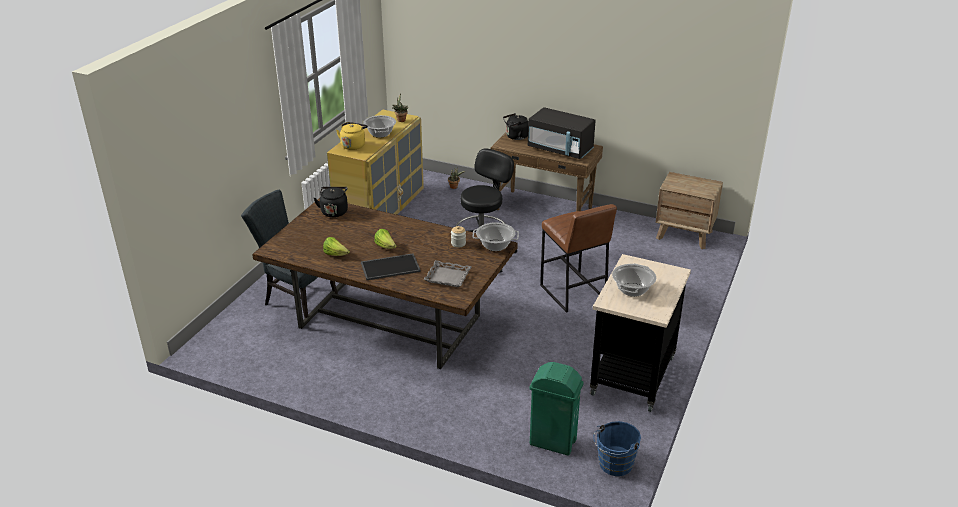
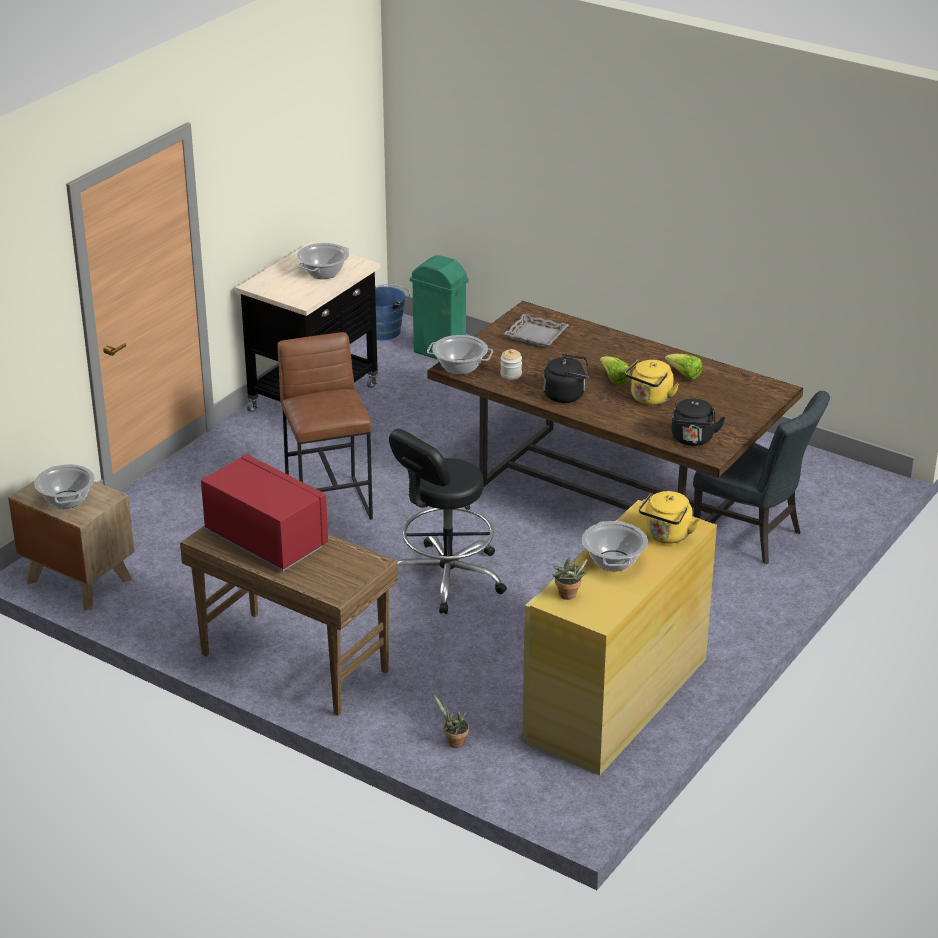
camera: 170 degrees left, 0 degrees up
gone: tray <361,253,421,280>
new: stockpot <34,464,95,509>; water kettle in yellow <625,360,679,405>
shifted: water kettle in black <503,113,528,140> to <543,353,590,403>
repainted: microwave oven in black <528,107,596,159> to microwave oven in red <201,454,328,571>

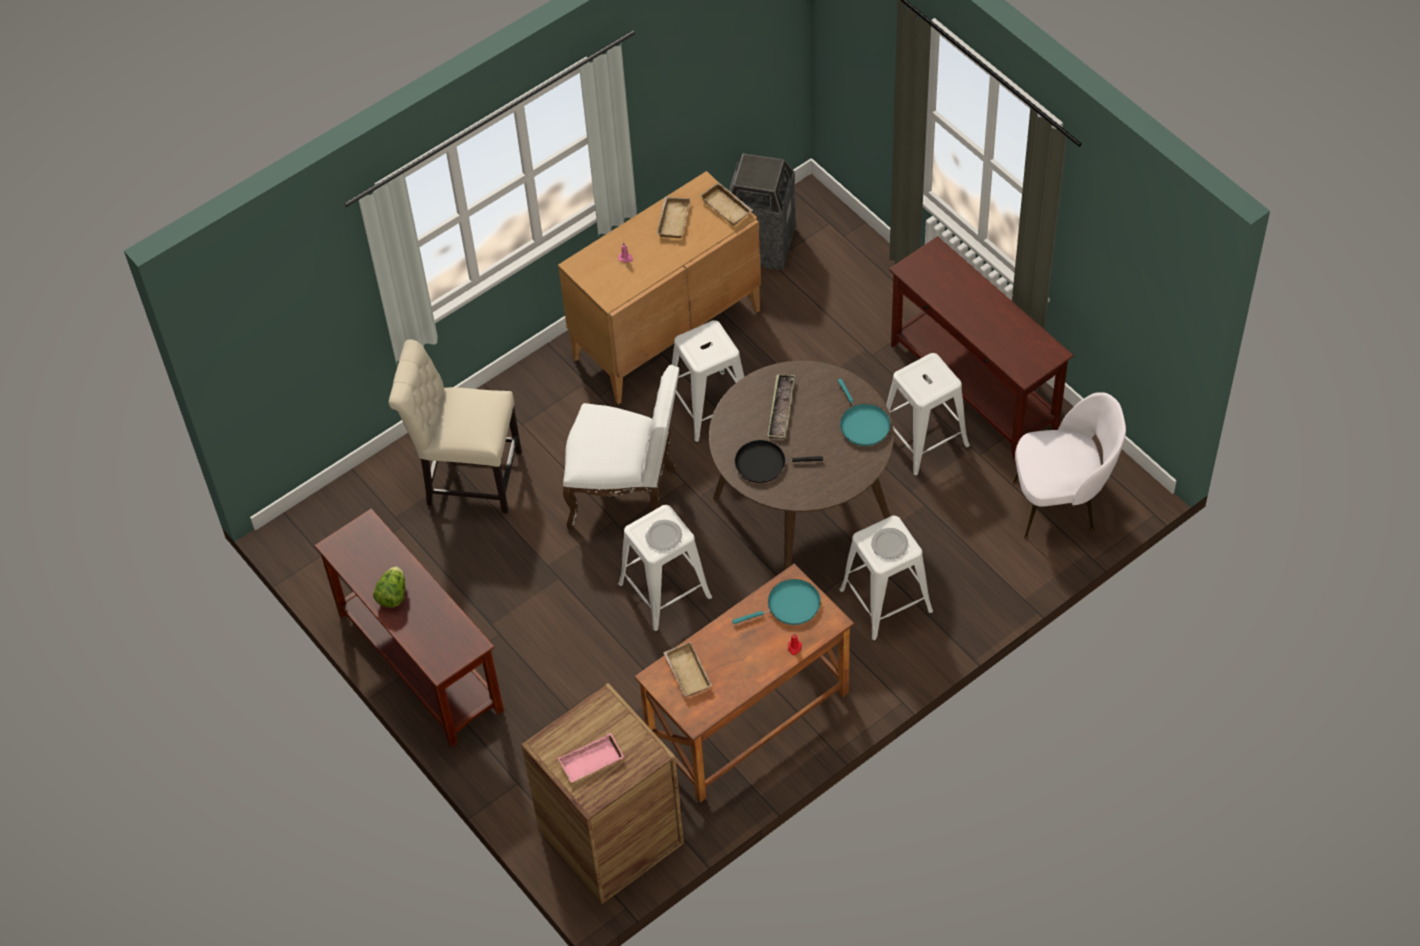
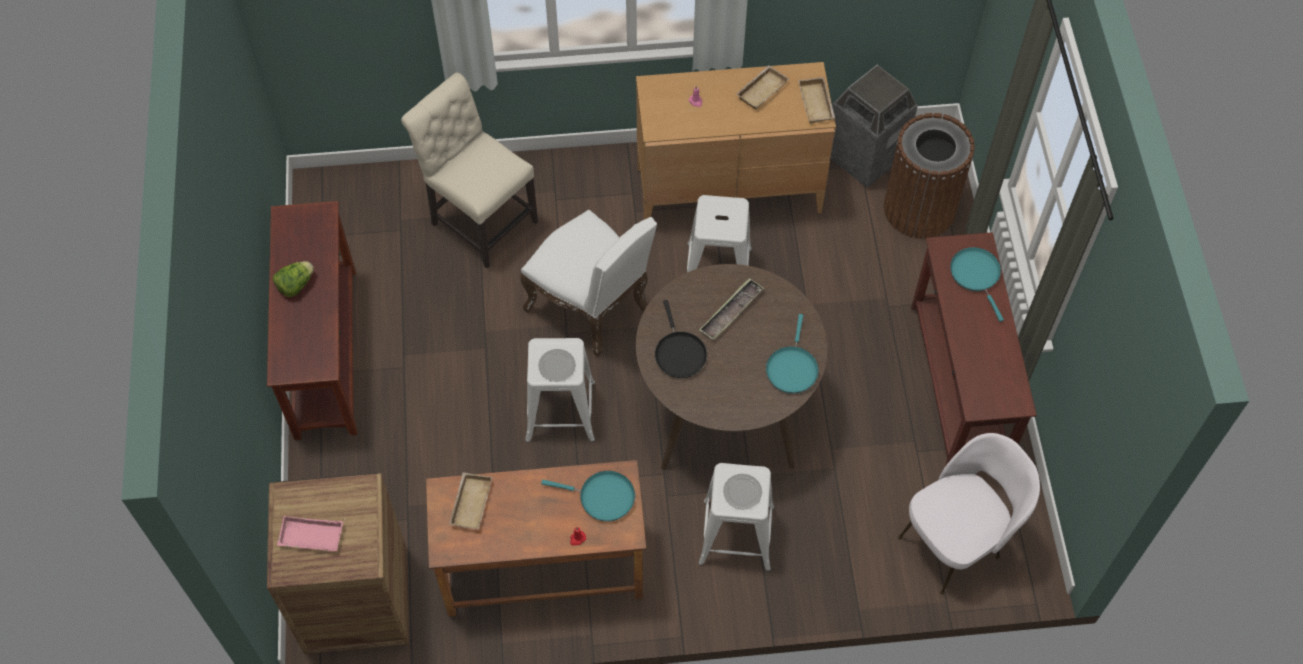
camera: 30 degrees right, 5 degrees up
gone: sitting stool in white-coloured <886,353,970,476>
new: waste bin in brownish <884,113,975,239>; pan in blue-green <950,247,1004,322>
rotated: pan in black <735,440,823,483> = <655,300,707,378> 135 degrees counterclockwise; chair in white-coloured <1013,392,1126,538> = <898,433,1040,594> 60 degrees counterclockwise

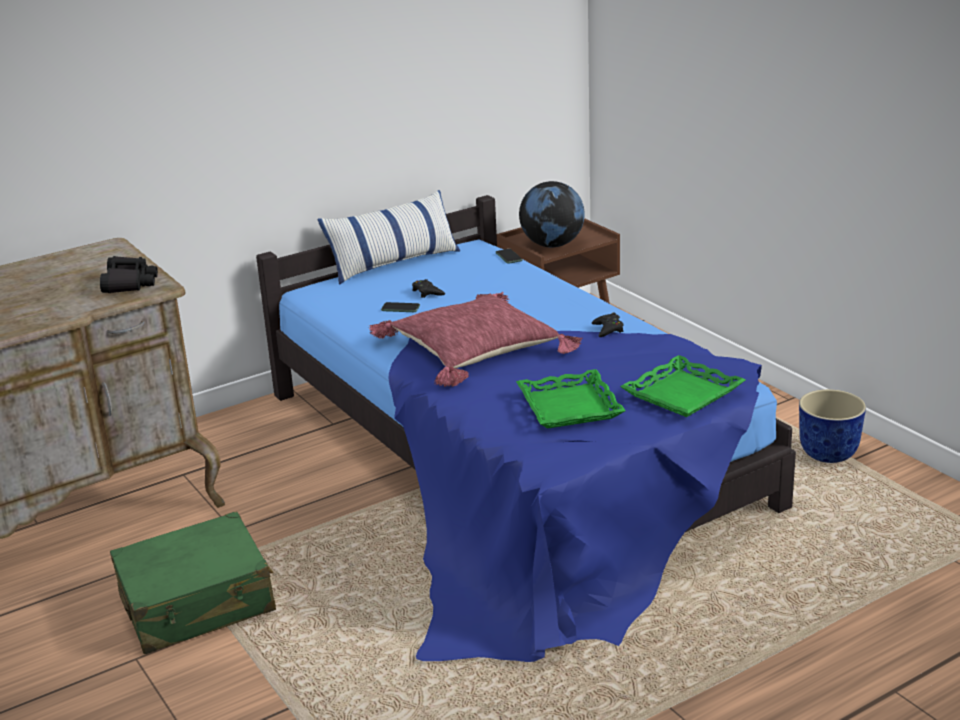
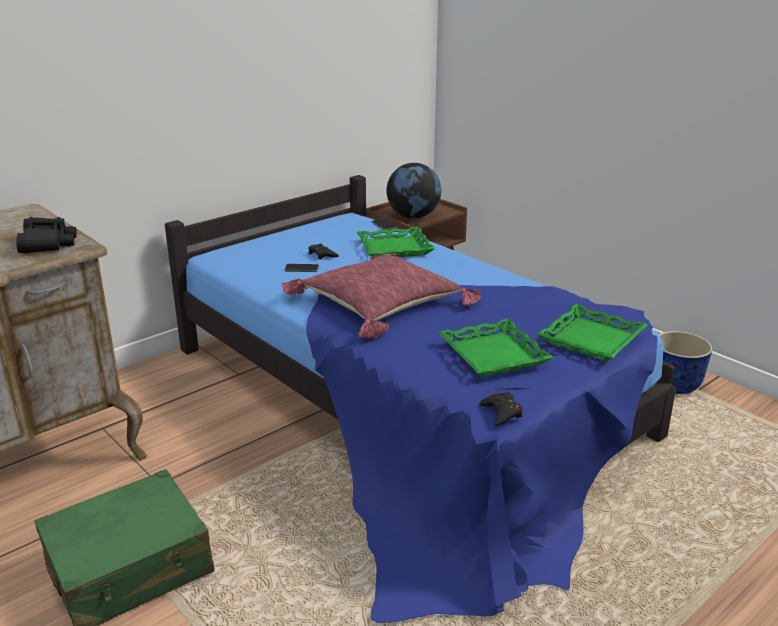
camera: 10 degrees left, 0 degrees up
gone: throw pillow <317,190,460,285>
new: tray in greenish <357,227,435,257>
shifted: joypad in black <592,313,624,337> to <479,392,523,426>

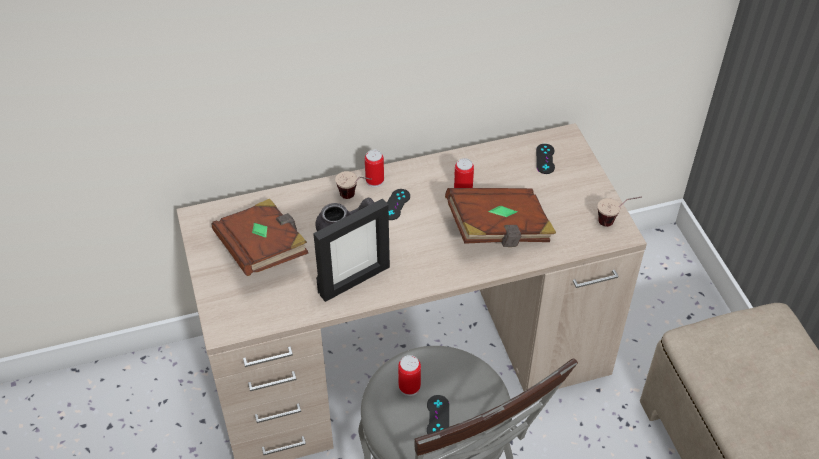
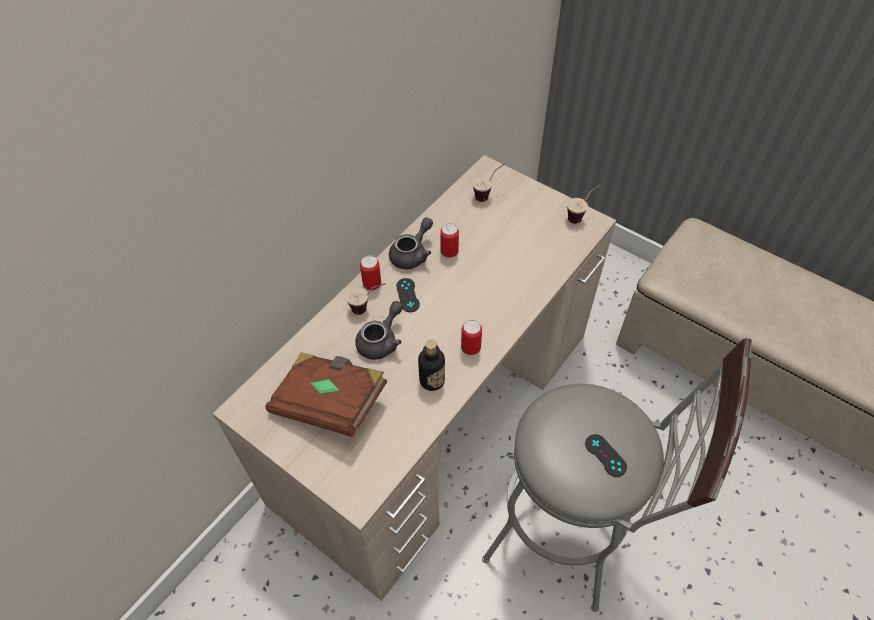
camera: 35 degrees left, 5 degrees up
gone: book in brownish <445,188,556,247>
new: pot for tea in gray <389,217,433,269>
shifted: sealed can <398,355,421,396> to <461,320,482,356>
swapped: picture frame <313,199,390,302> to bottle <418,340,445,391>; joypad in black <536,144,555,174> to cup <473,163,505,202>

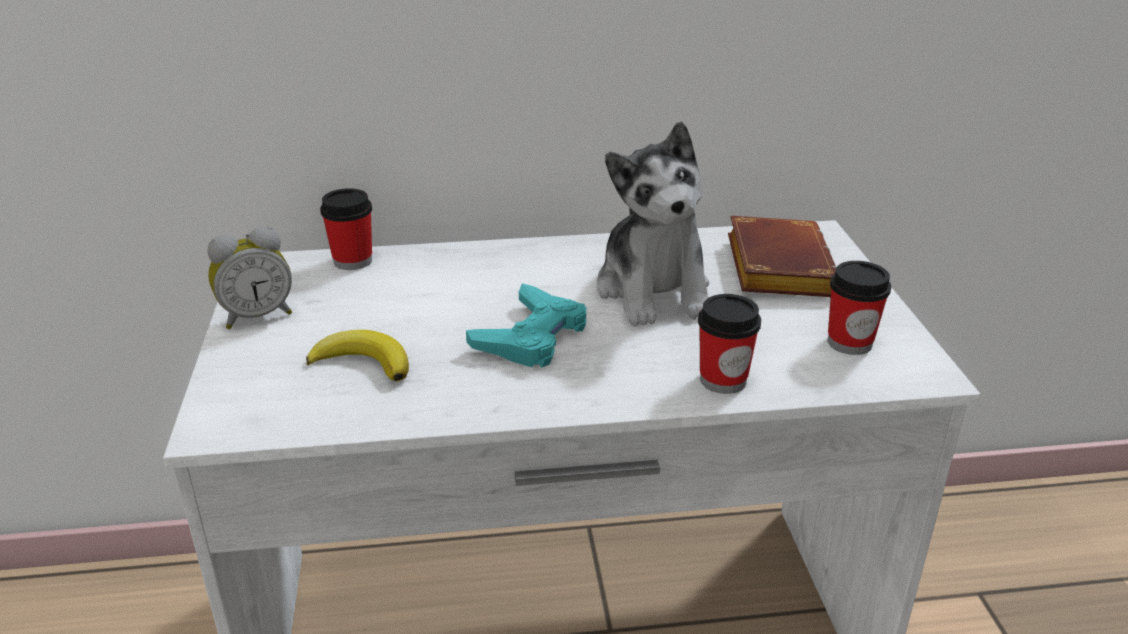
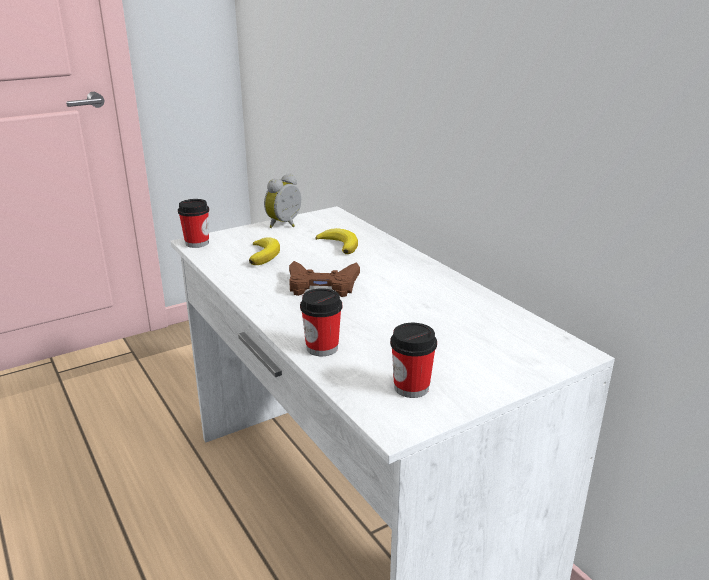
camera: 65 degrees right, 5 degrees down
gone: plush toy <597,121,709,326>; book in brownish <728,216,837,297>
new: whole banana <316,228,358,254>
shifted: cup <320,188,372,270> to <178,199,209,248>
repainted: joypad in blue-green <466,283,586,367> to joypad in brownish <289,261,360,297>
rotated: alarm clock <207,226,292,329> = <264,174,301,228> 90 degrees clockwise

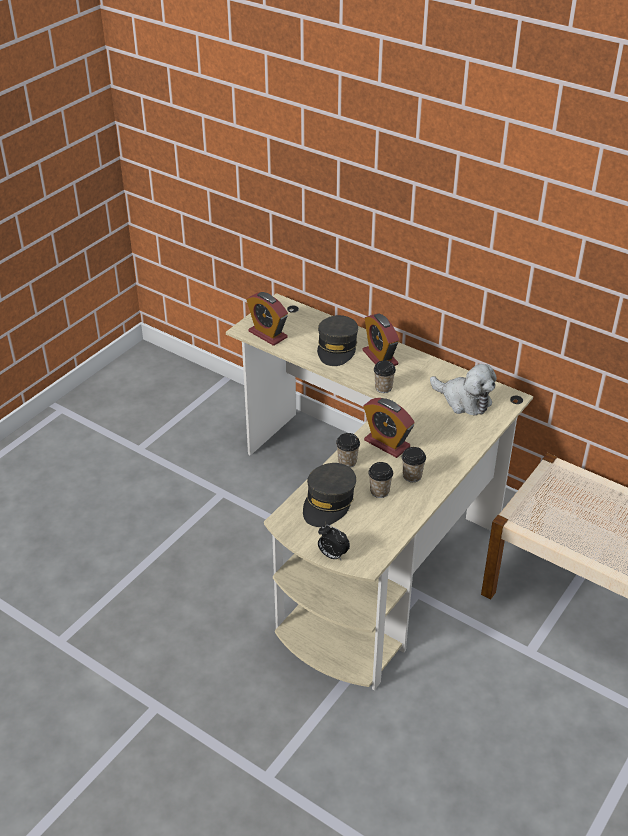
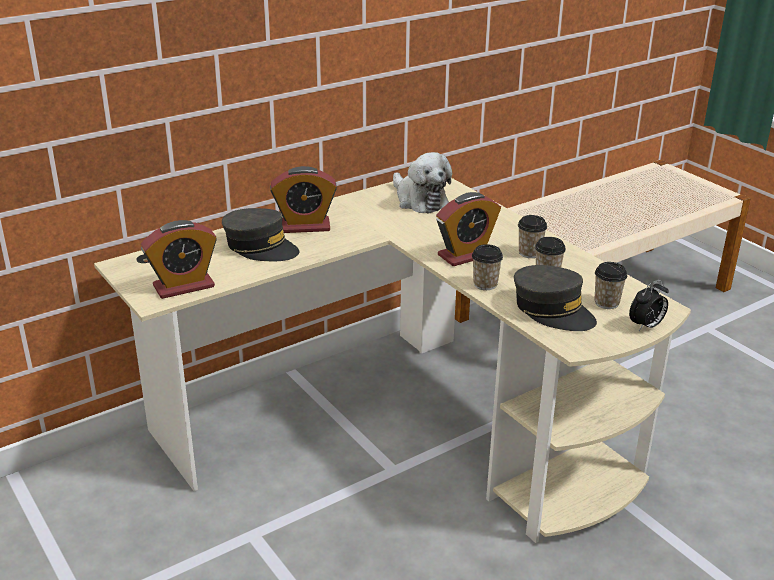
camera: 70 degrees left, 10 degrees down
shifted: cup <374,360,396,393> to <595,262,627,309>
rotated: plush toy <430,364,497,416> = <393,152,452,214> 90 degrees clockwise

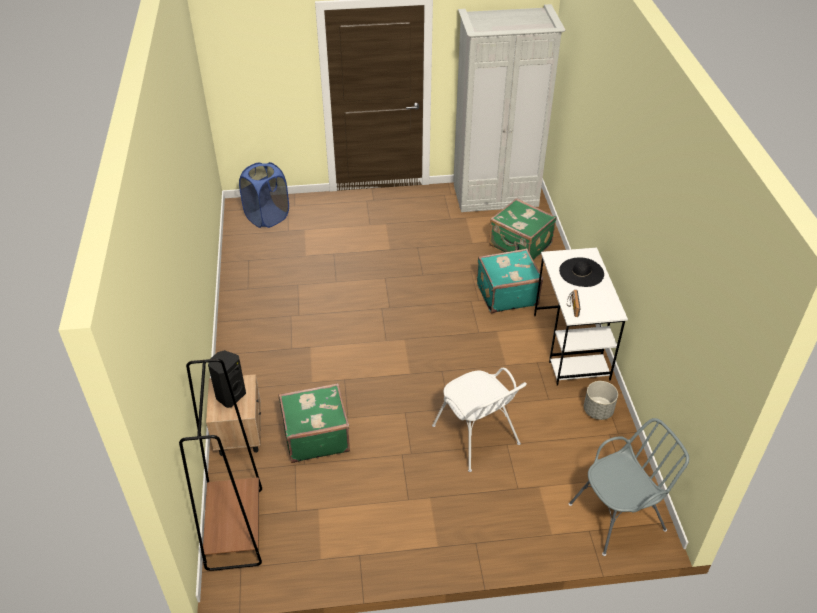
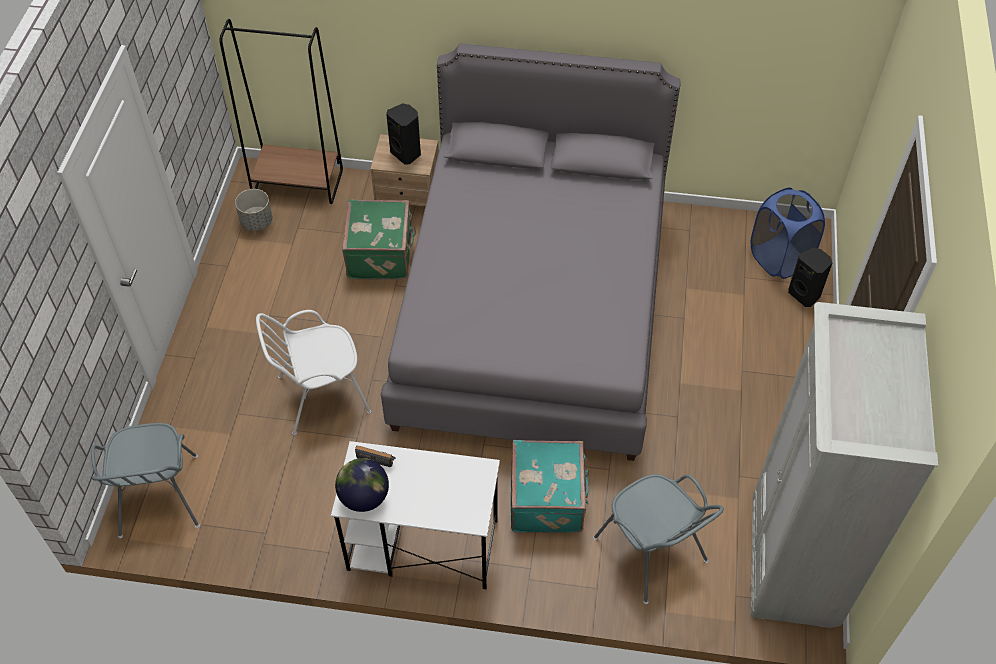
camera: 105 degrees right, 10 degrees up
gone: wearable hat in black <559,257,604,287>
new: desk globe <335,458,389,512>; sleeping bed in gray <381,44,681,461>; speaker in black <788,247,832,307>
shifted: plant pot in gray <584,381,618,420> to <235,189,273,231>
swapped: suitcase in greenish <489,198,557,260> to chair in gray <593,474,724,604>

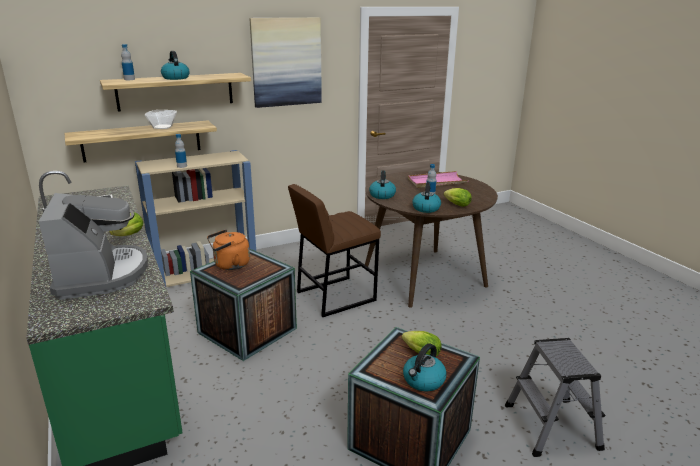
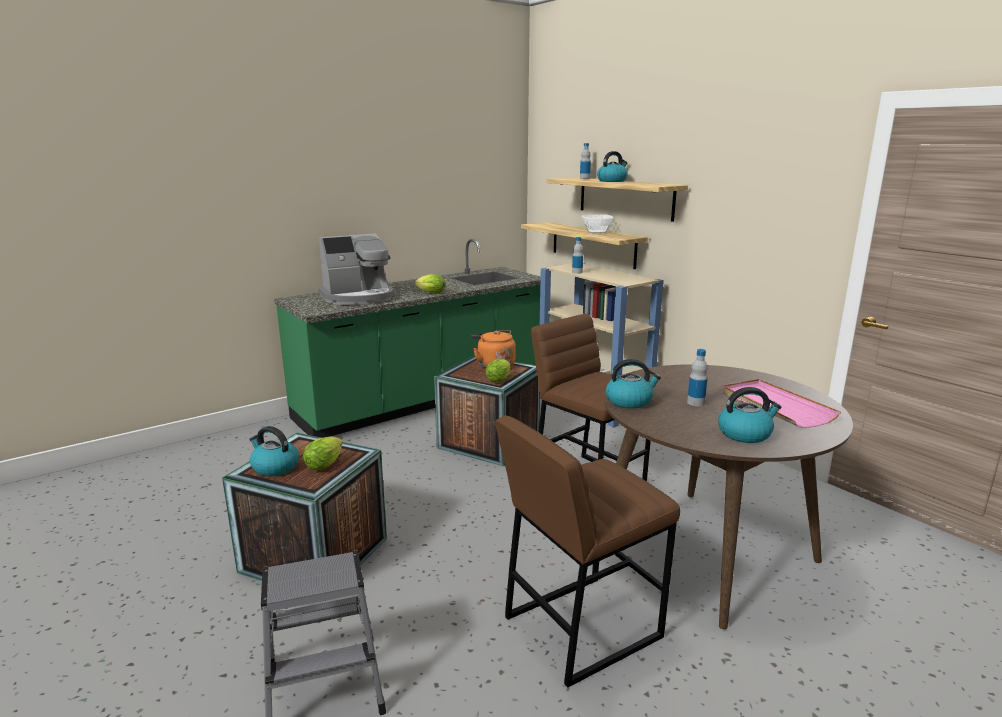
camera: 80 degrees right, 5 degrees down
gone: wall art <249,17,322,108>
new: chair in brownish <495,415,680,688>
shifted: water kettle <369,170,396,199> to <718,387,782,443>; head of lettuce <443,188,472,207> to <485,359,511,382>

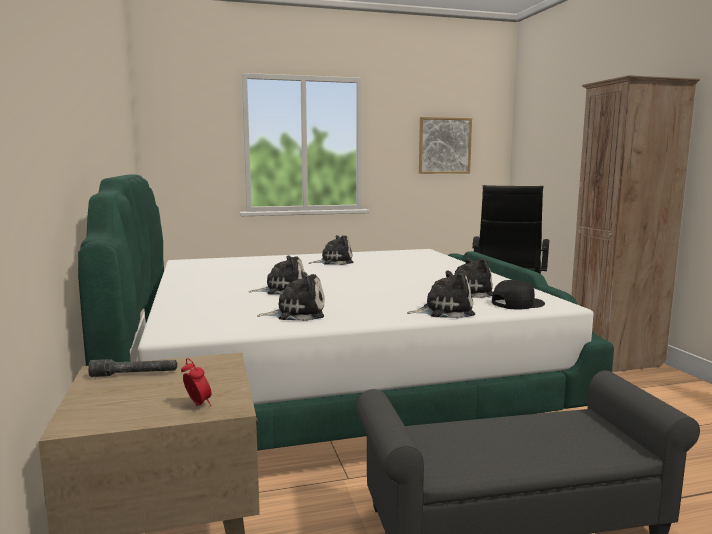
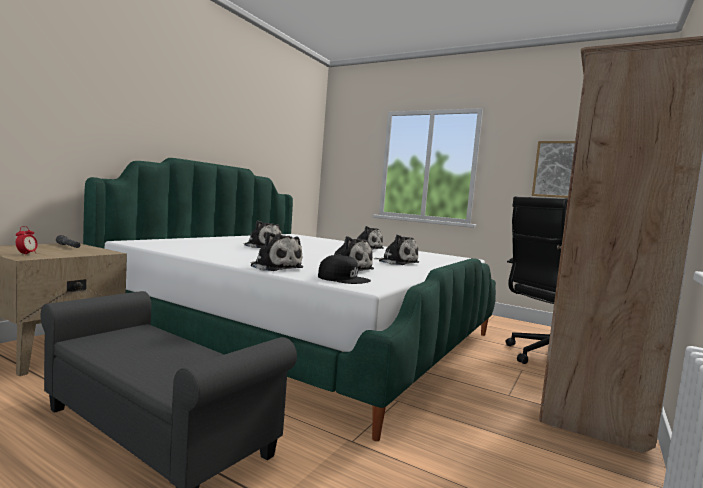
camera: 45 degrees right, 5 degrees down
shifted: plush toy <257,272,325,321> to <373,234,419,265>

